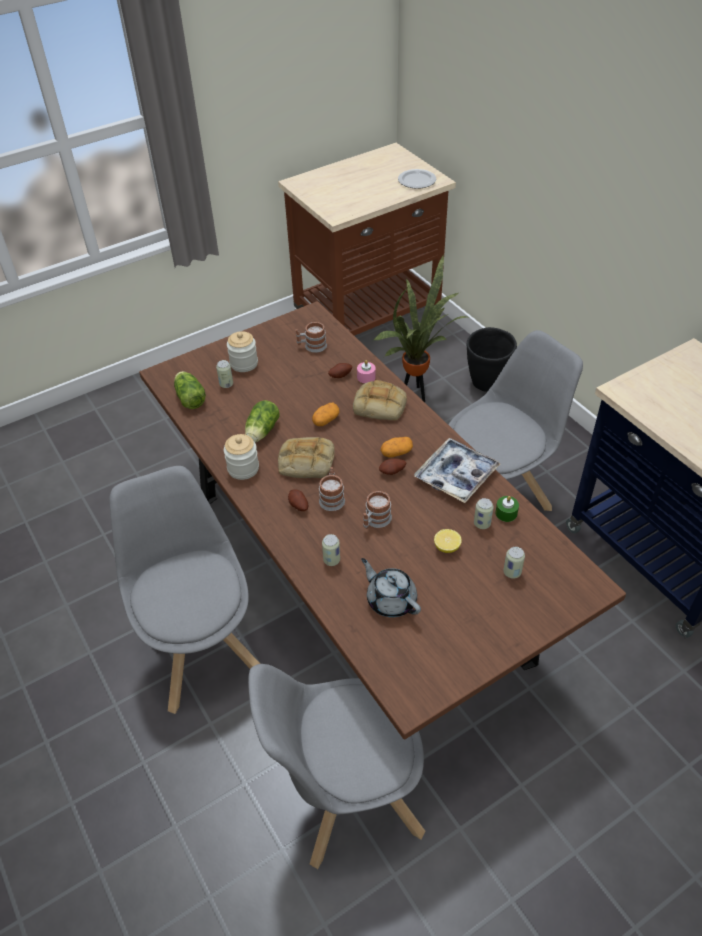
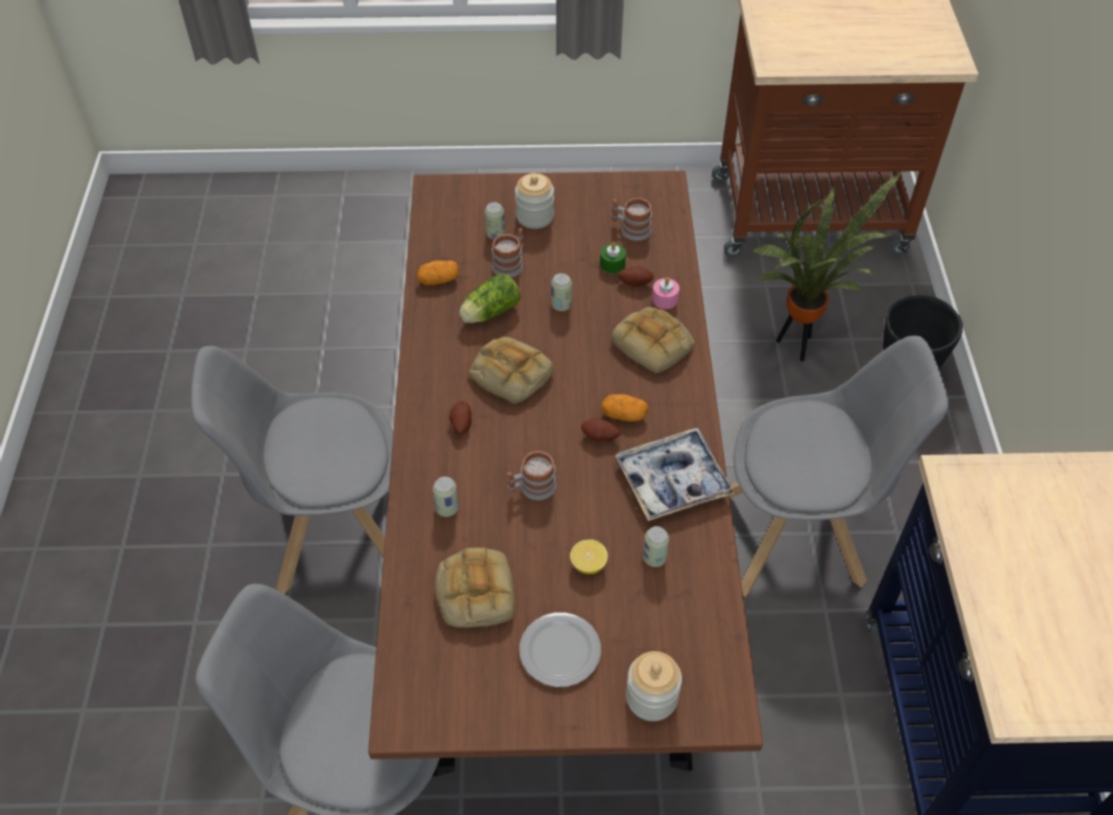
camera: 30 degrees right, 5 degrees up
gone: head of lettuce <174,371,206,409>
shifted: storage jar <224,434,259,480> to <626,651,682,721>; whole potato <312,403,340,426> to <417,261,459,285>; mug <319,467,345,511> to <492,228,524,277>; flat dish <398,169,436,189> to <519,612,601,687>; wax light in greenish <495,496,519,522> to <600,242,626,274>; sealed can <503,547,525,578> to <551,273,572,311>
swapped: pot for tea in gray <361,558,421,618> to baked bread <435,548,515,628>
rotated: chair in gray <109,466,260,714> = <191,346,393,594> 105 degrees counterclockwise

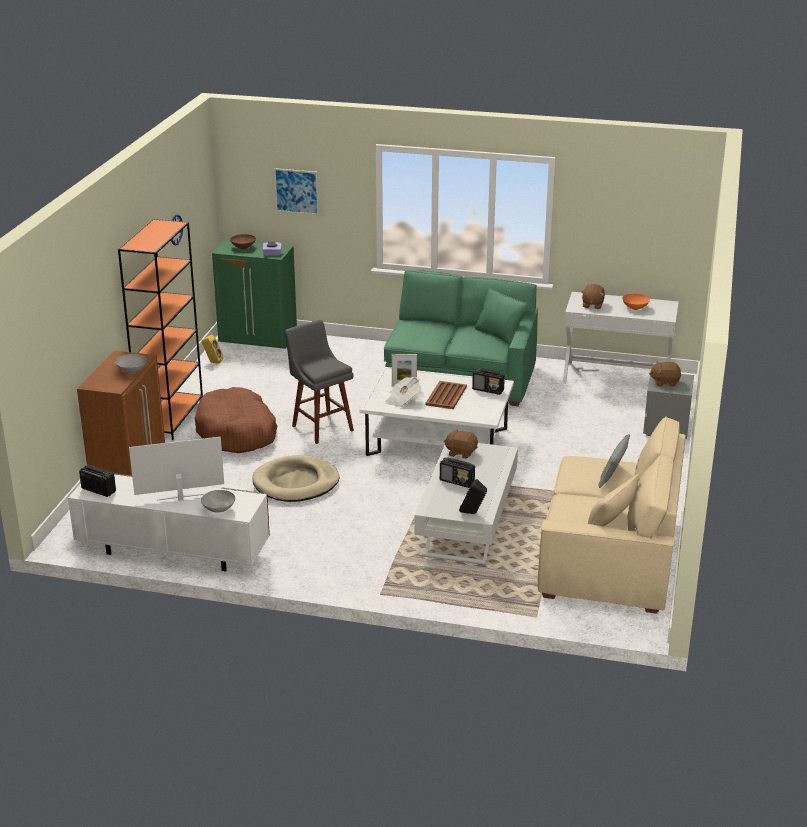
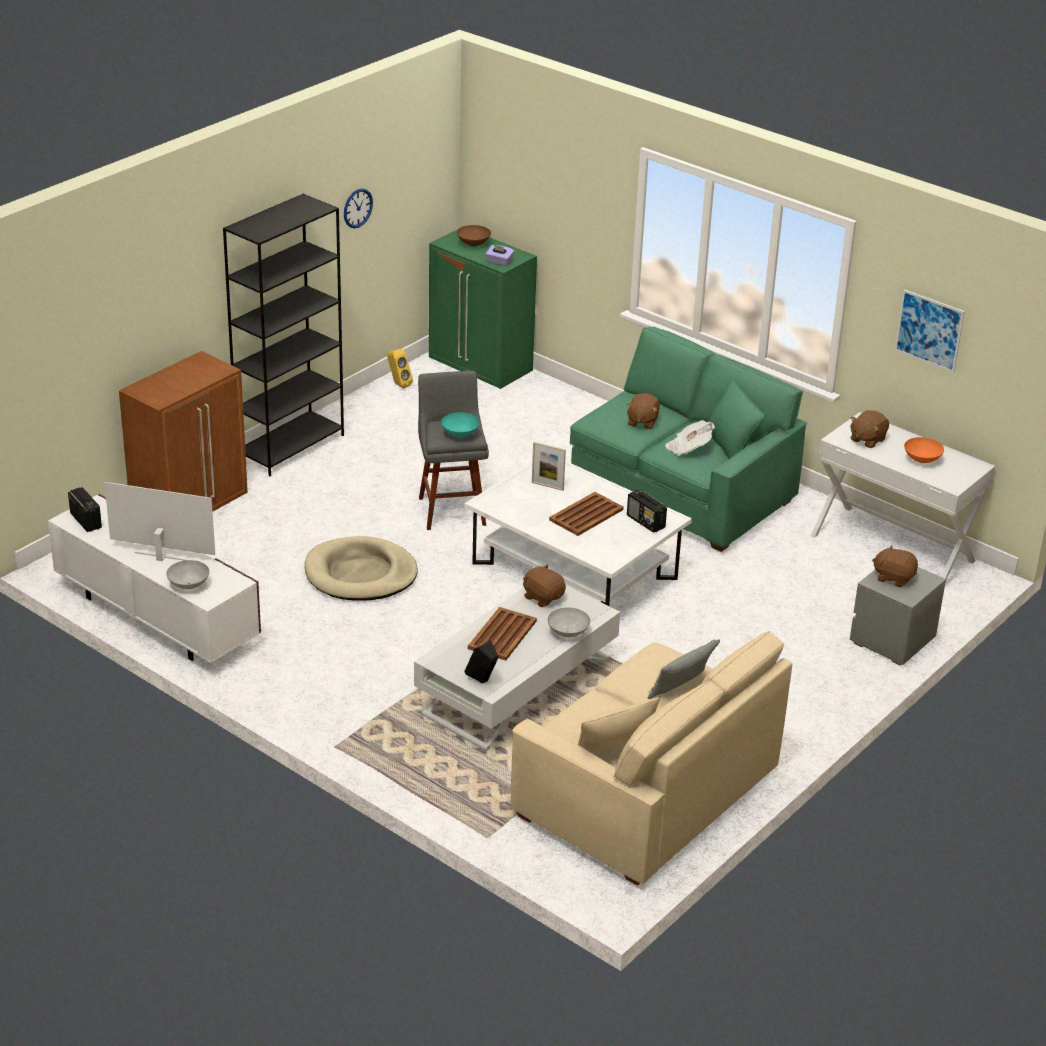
camera: 25 degrees right, 5 degrees up
gone: dog cushion in brownish <195,387,277,453>
new: bowl in blue-green <441,412,480,438>; plush toy in brownish <626,393,660,429>
shifted: bowl in gray <115,354,147,373> to <548,608,590,637>; wall art <274,168,319,215> to <894,289,965,373>; newspaper <385,377,421,407> to <665,420,715,456>
swapped: radio set <440,457,475,488> to tray in brownish <468,607,537,661>
repainted: bookcase in orange <118,219,203,440> to bookcase in black <223,194,344,476>

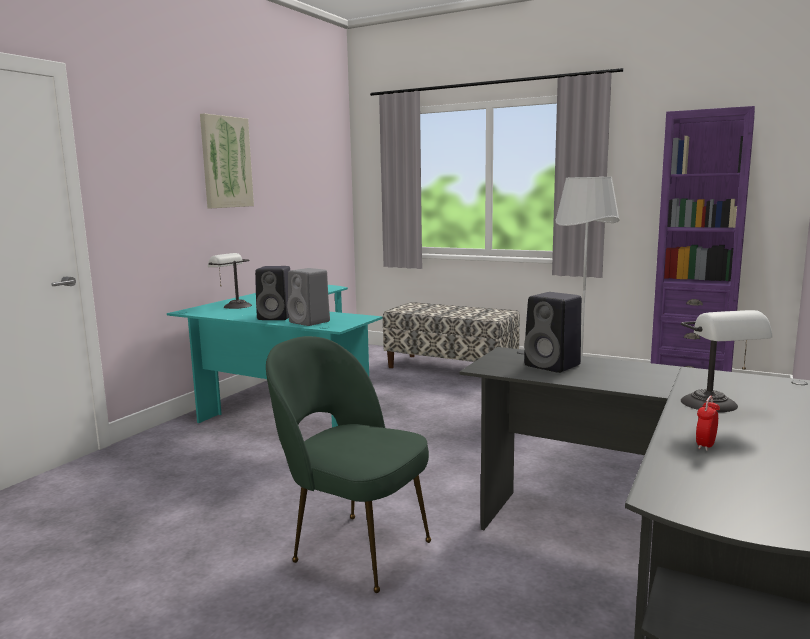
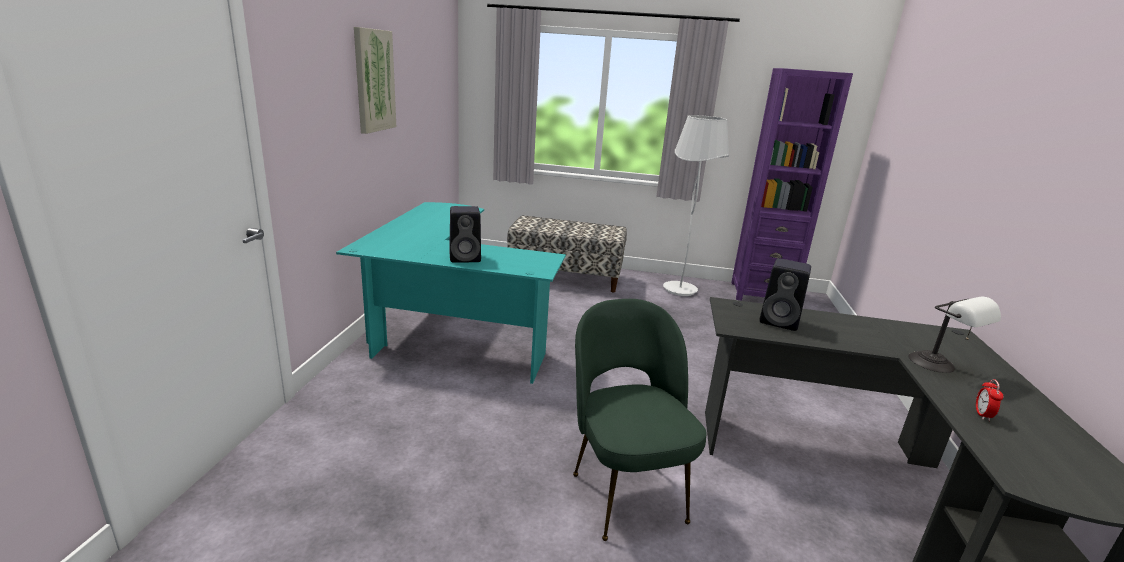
camera: 20 degrees left, 10 degrees up
gone: table lamp <208,253,252,309>; speaker in gray <287,268,330,326>
rotated: chair in greenish <266,336,431,593> = <573,299,707,541> 60 degrees clockwise

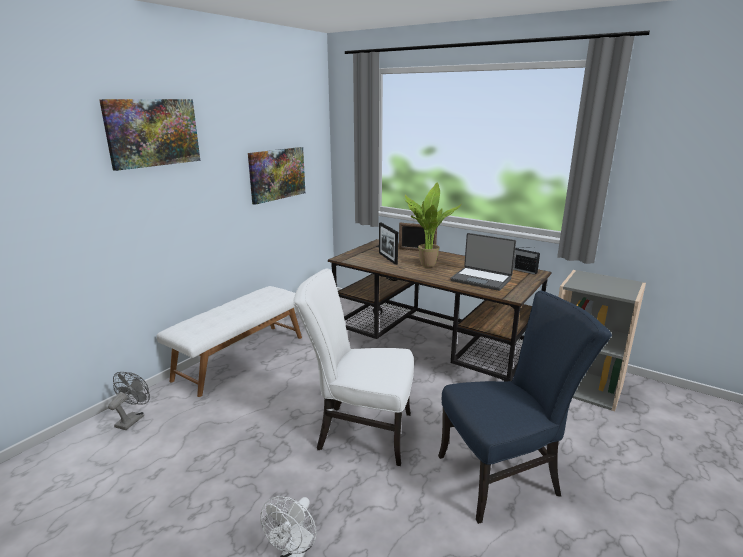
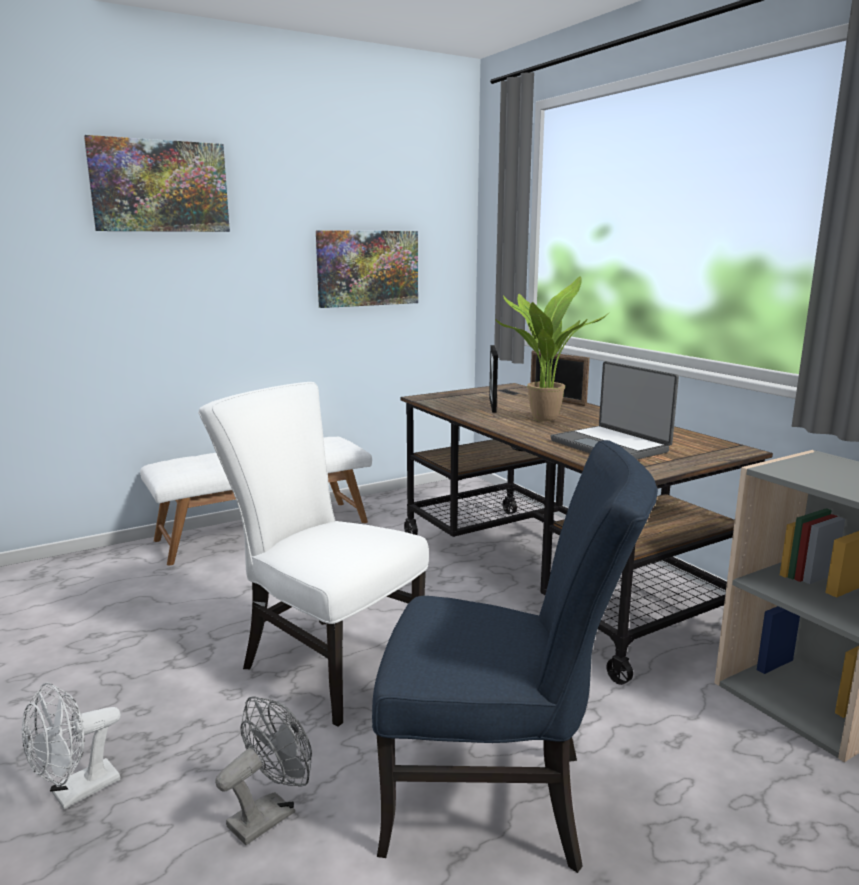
camera: 25 degrees right, 5 degrees down
gone: radio set <513,247,540,275>
shifted: electric fan in gray <108,372,150,430> to <215,696,312,845>

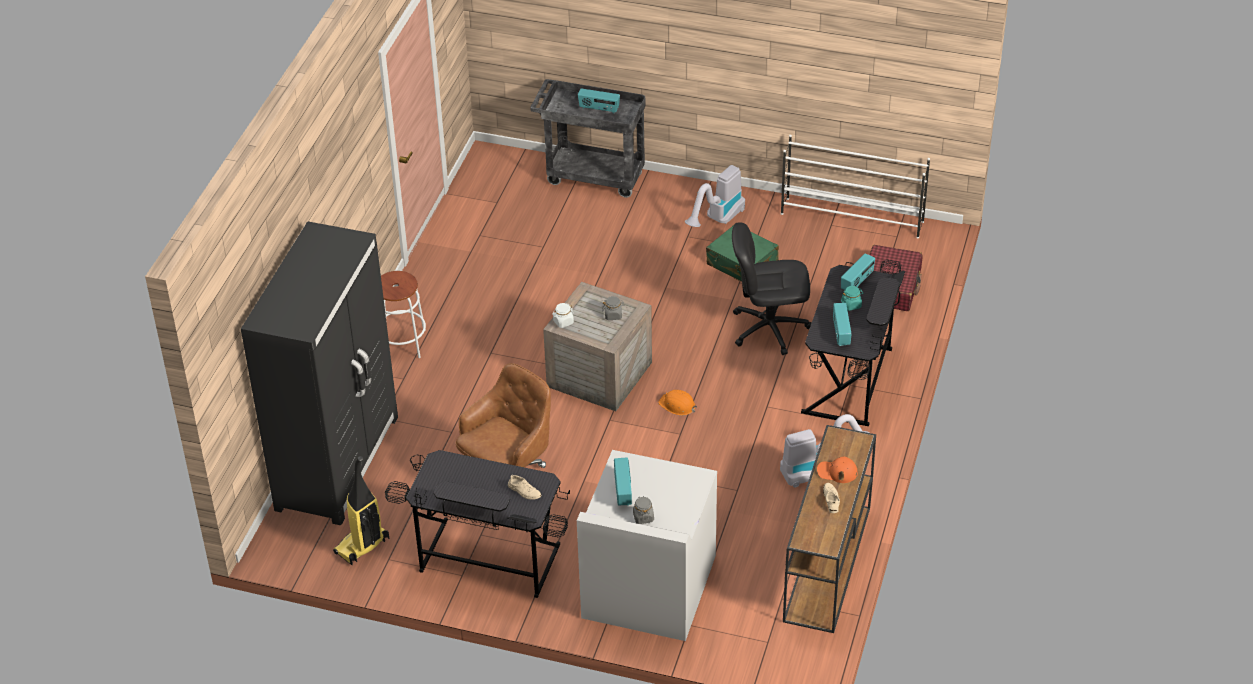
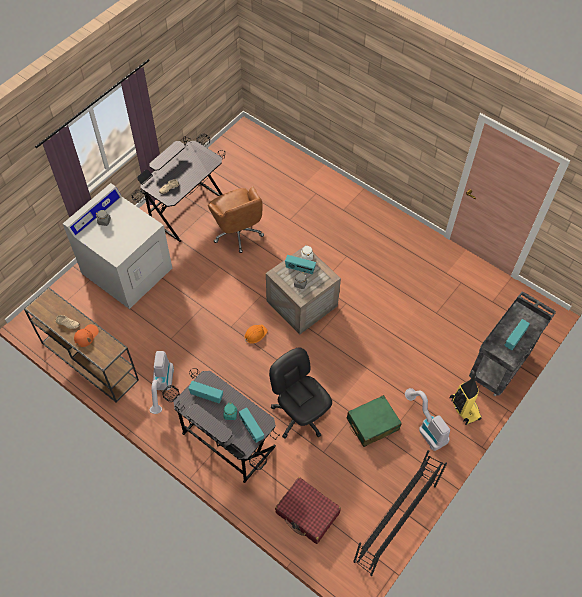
camera: 110 degrees right, 15 degrees up
gone: storage cabinet in black <241,221,398,525>; sitting stool in white-coloured <381,271,426,358>
shifted: vacuum cleaner <333,456,389,565> to <450,370,482,425>; radio set <614,458,632,506> to <285,255,316,274>
repainted: shoe stand in white-coloured <781,135,930,239> to shoe stand in black <353,450,447,576>
rotated: computer chair in black <732,222,812,355> = <269,347,332,439> 60 degrees counterclockwise

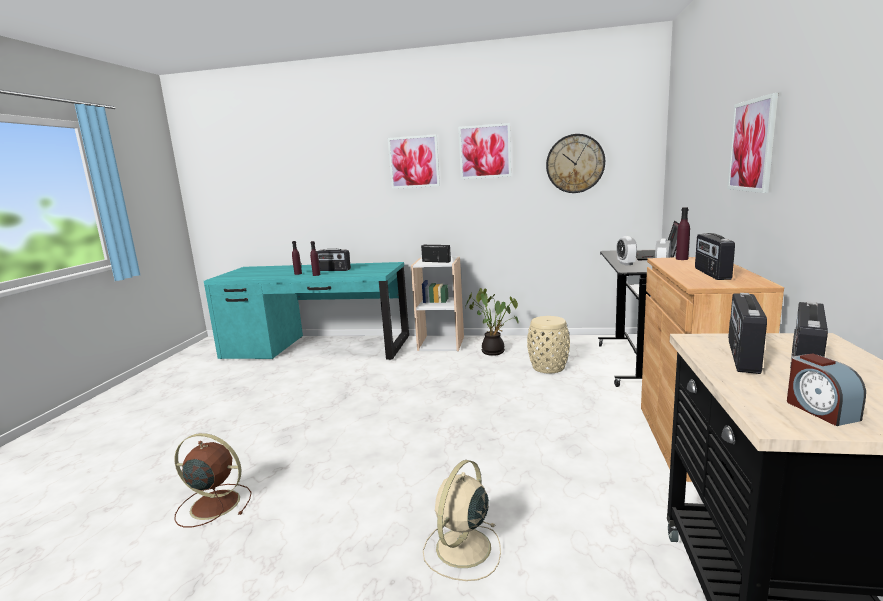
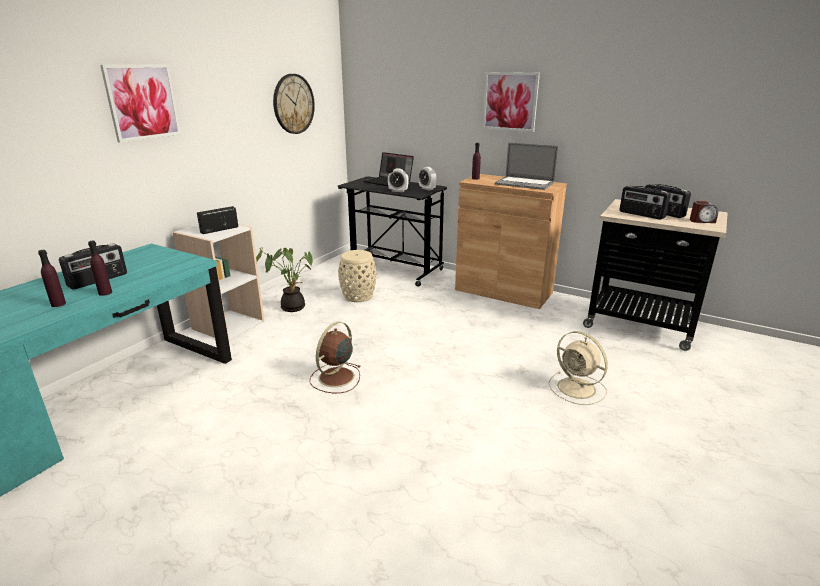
camera: 70 degrees left, 10 degrees up
gone: wall art <458,123,511,179>
shifted: electric fan in brownish <174,433,252,528> to <310,322,361,393>
swapped: radio set <695,233,735,280> to laptop <495,142,558,190>

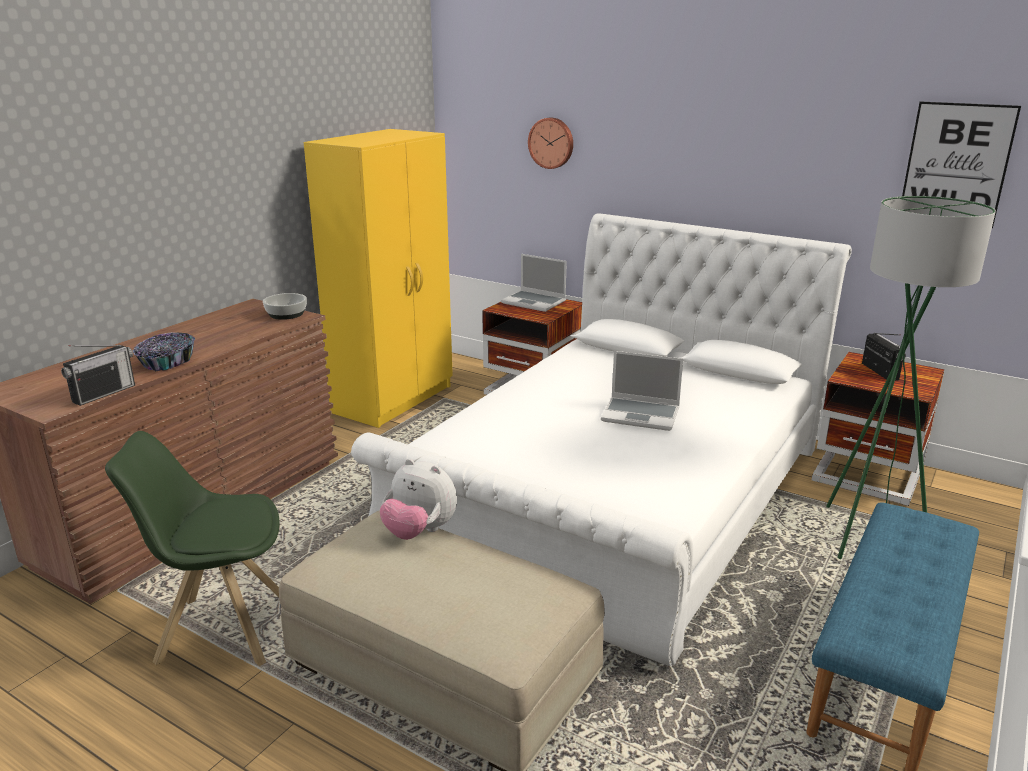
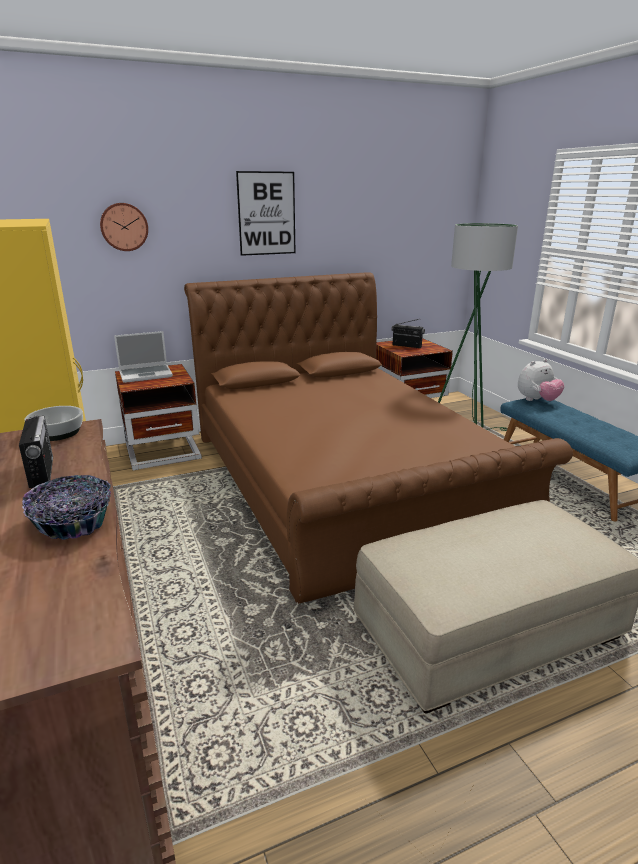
camera: 55 degrees left, 0 degrees up
gone: chair in greenish <105,431,280,666>; laptop <601,351,683,431>
shifted: radio set <61,345,135,406> to <19,415,53,488>; plush toy <380,459,457,540> to <518,359,565,401>; wall art <902,101,1021,228> to <236,171,296,256>
repainted: sleeping bed in white-coloured <351,213,852,667> to sleeping bed in brownish <184,272,573,604>

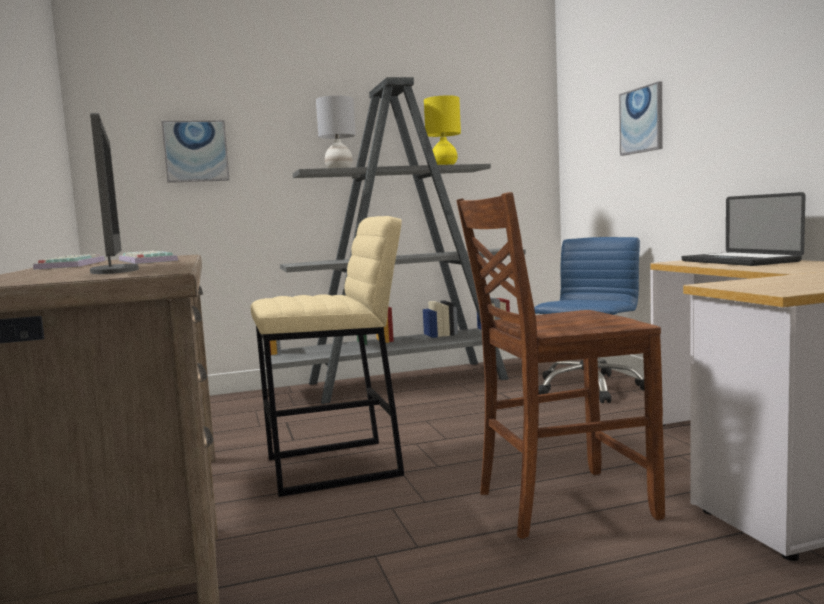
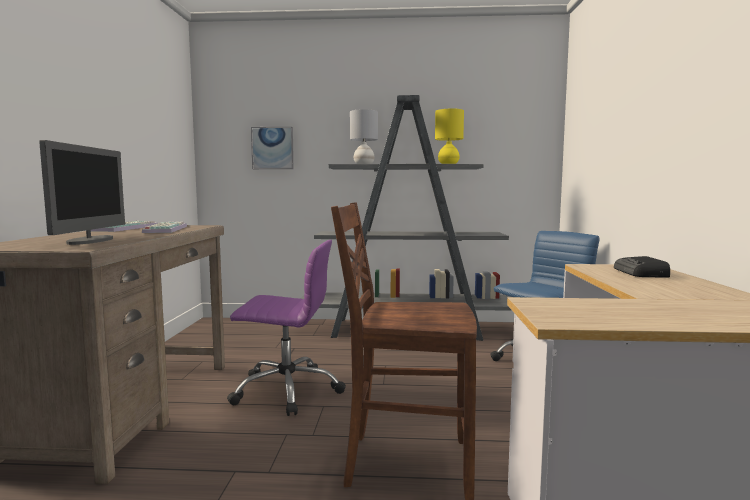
camera: 20 degrees right, 0 degrees up
gone: wall art <619,81,663,156>
swapped: sitting stool in beige <251,216,404,497> to computer chair in purple-coloured <227,240,346,416>; laptop <682,192,805,266> to radio set <614,256,670,278>

